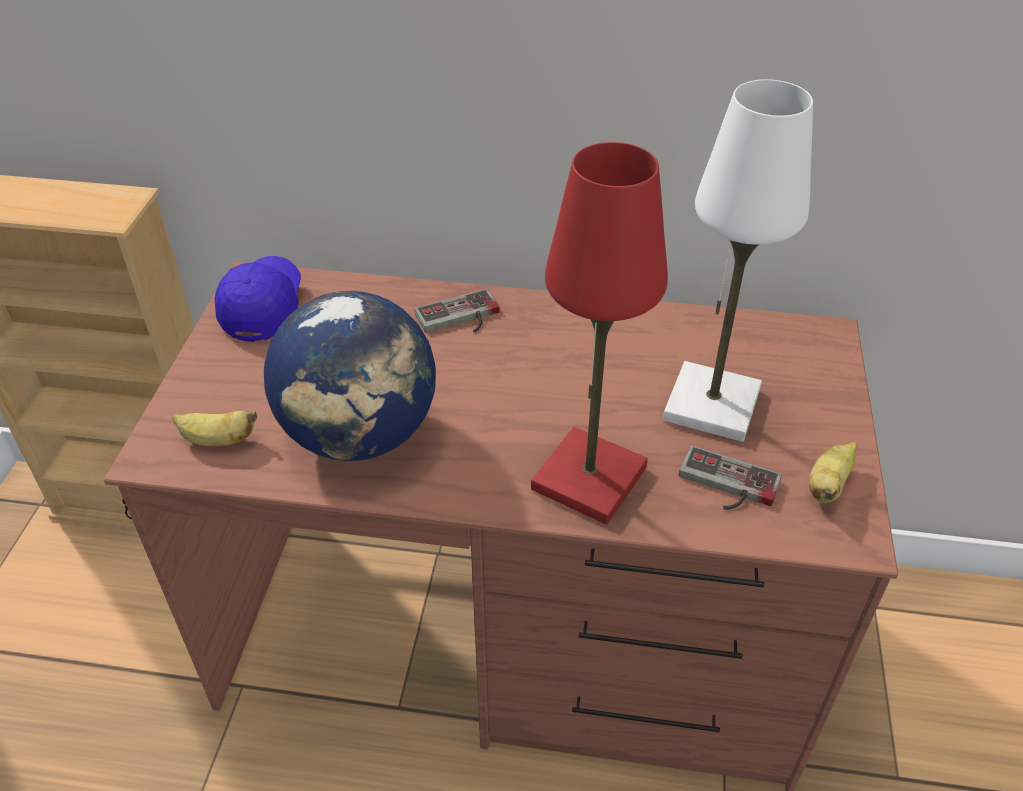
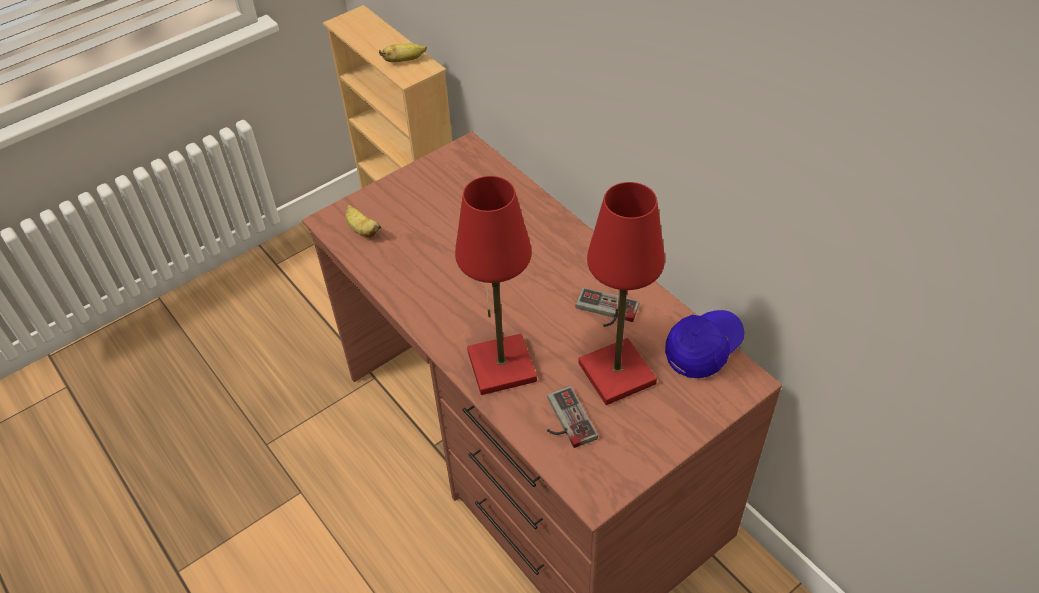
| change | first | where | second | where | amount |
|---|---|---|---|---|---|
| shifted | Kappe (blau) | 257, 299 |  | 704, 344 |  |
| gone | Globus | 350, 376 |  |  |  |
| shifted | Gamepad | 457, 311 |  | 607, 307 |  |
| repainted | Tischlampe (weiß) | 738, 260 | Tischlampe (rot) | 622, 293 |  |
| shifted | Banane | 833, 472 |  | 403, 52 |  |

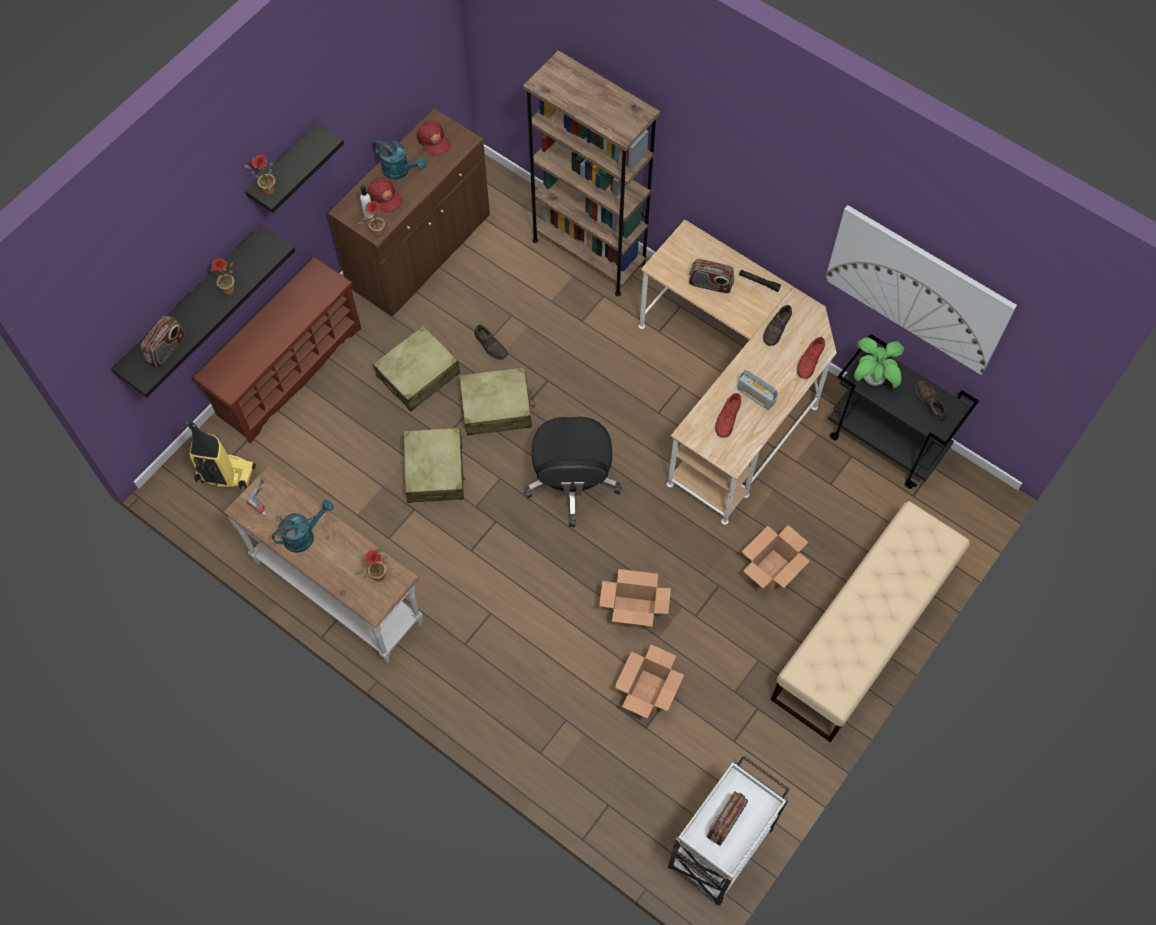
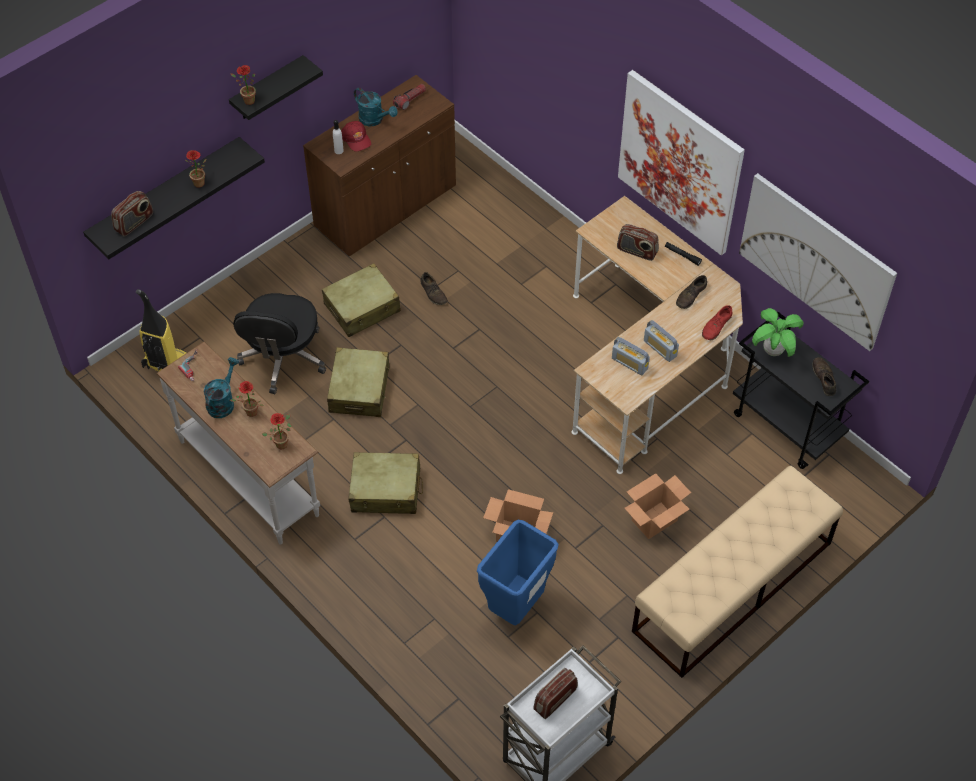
| change | first | where | second | where | amount |
|---|---|---|---|---|---|
| gone | Schuhregal (braun) | 276, 350 |  |  |  |
| rotated | Gießkanne (türkis) | 303, 526 |  | 221, 387 | 45 degrees counterclockwise |
| shifted | Topfpflanze | 375, 219 |  | 247, 399 |  |
| swapped | Kappe (rot) | 433, 138 | Taschenlampe | 409, 97 |  |
| shifted | Koffer (beige) | 497, 401 |  | 386, 483 |  |
| gone | Bücherregal (braun) | 591, 173 |  |  |  |
| shifted | Bürostuhl (schwarz) | 572, 472 |  | 279, 343 |  |
| swapped | Karton | 649, 682 | Mülleimer (blau) | 517, 572 |  |
| swapped | Schuh (rot) | 728, 415 | Radio | 631, 356 |  |
| new |  |  | Bild | 681, 163 |  |

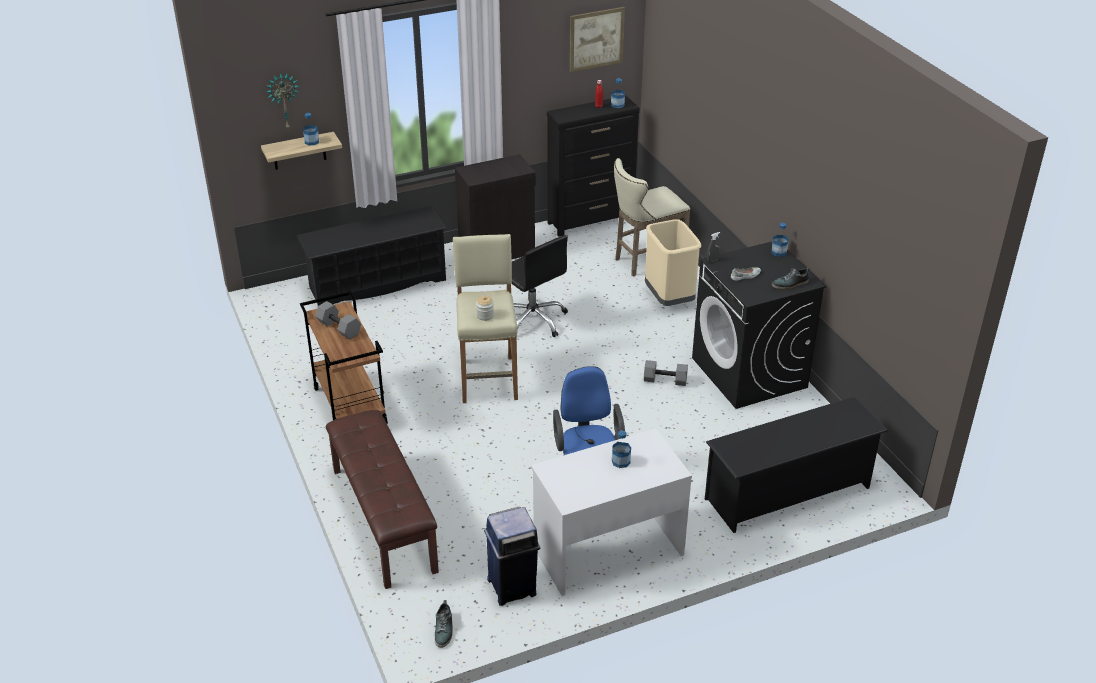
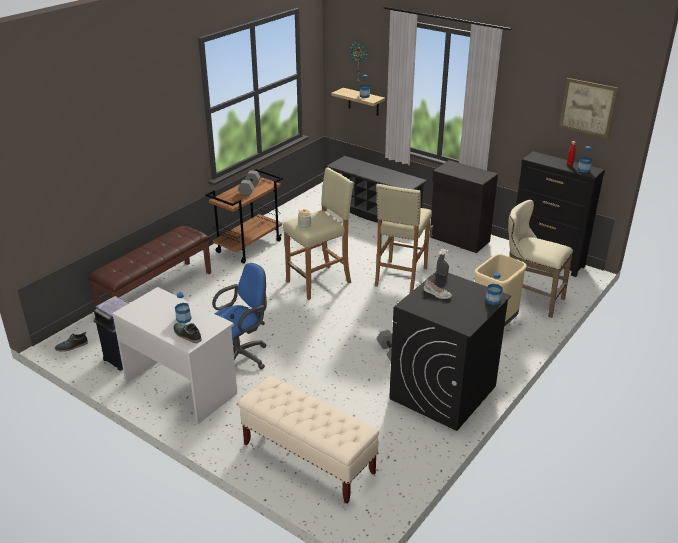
| change | first | where | second | where | amount |
|---|---|---|---|---|---|
| swapped | Bürostuhl (schwarz) | 540, 286 | Hocker (beige) | 403, 238 |  |
| swapped | Schuhregal (schwarz) | 796, 465 | Bank (beige) | 308, 439 |  |
| shifted | Schuh | 791, 278 |  | 187, 333 |  |

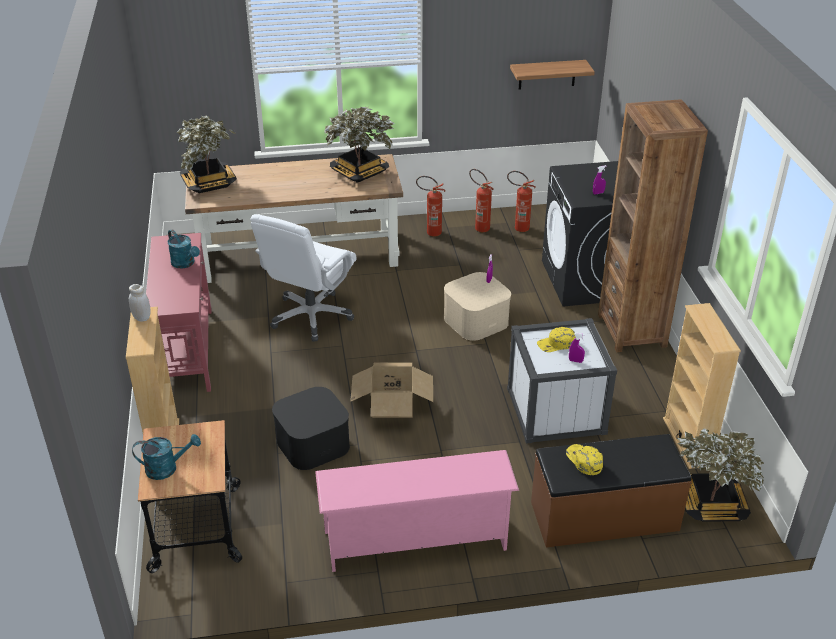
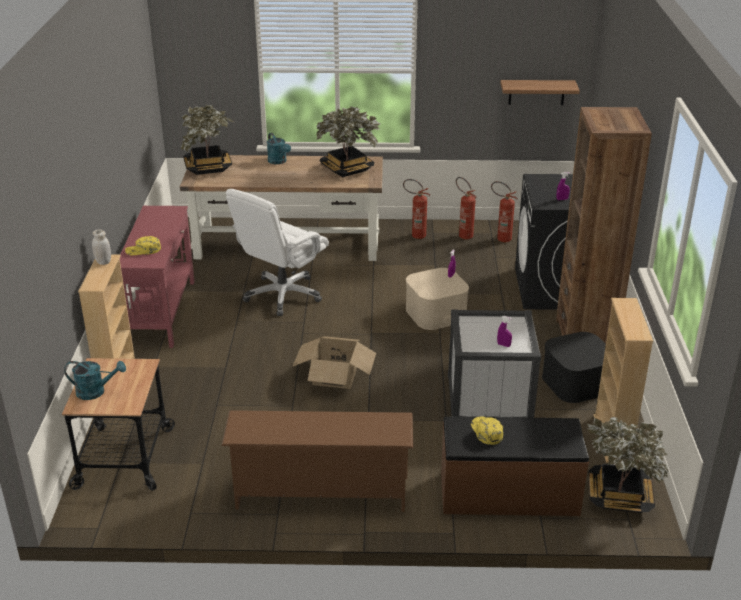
| change | first | where | second | where | amount |
|---|---|---|---|---|---|
| shifted | Gießkanne (türkis) | 183, 248 |  | 279, 148 |  |
| shifted | Aufbewahrungsbox (schwarz) | 311, 428 |  | 574, 367 |  |
| repainted | Schuhregal (rosa) | 417, 511 | Schuhregal (braun) | 317, 461 |  |
| shifted | Kappe (gelb) | 556, 339 |  | 143, 245 |  |

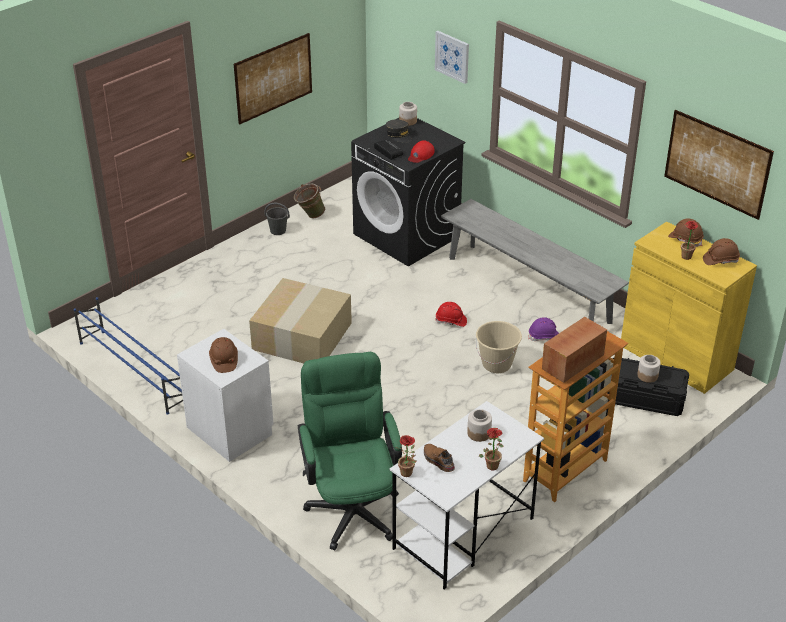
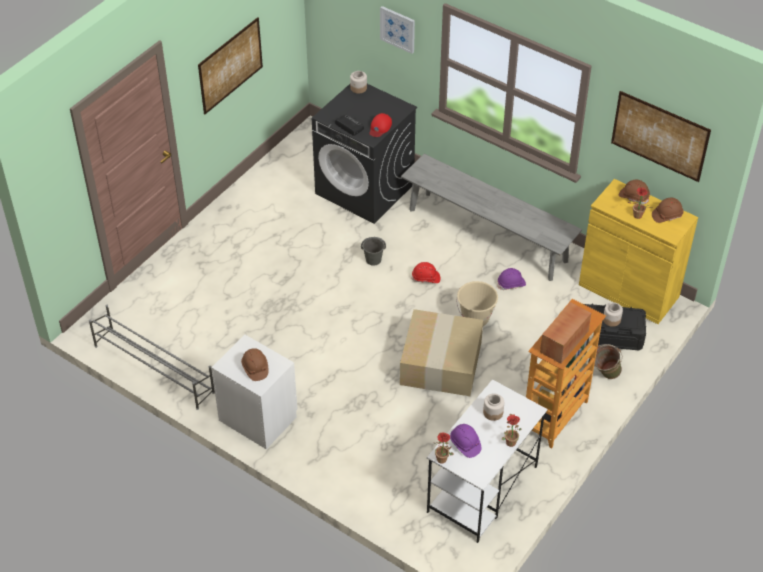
| change | first | where | second | where | amount |
|---|---|---|---|---|---|
| repainted | Schuhregal (blau) | 128, 356 | Schuhregal (grau) | 152, 357 |  |
| shifted | Karton | 300, 320 |  | 441, 352 |  |
| shifted | Eimer (grau) | 277, 219 |  | 373, 251 |  |
| shifted | Eimer (grün) | 309, 201 |  | 608, 361 |  |
| gone | Bürostuhl (grün) | 350, 451 |  |  |  |
| gone | Kappe (grau) | 399, 131 |  |  |  |
| swapped | Schuh (braun) | 439, 458 | Schutzhelm (lila) | 466, 441 |  |

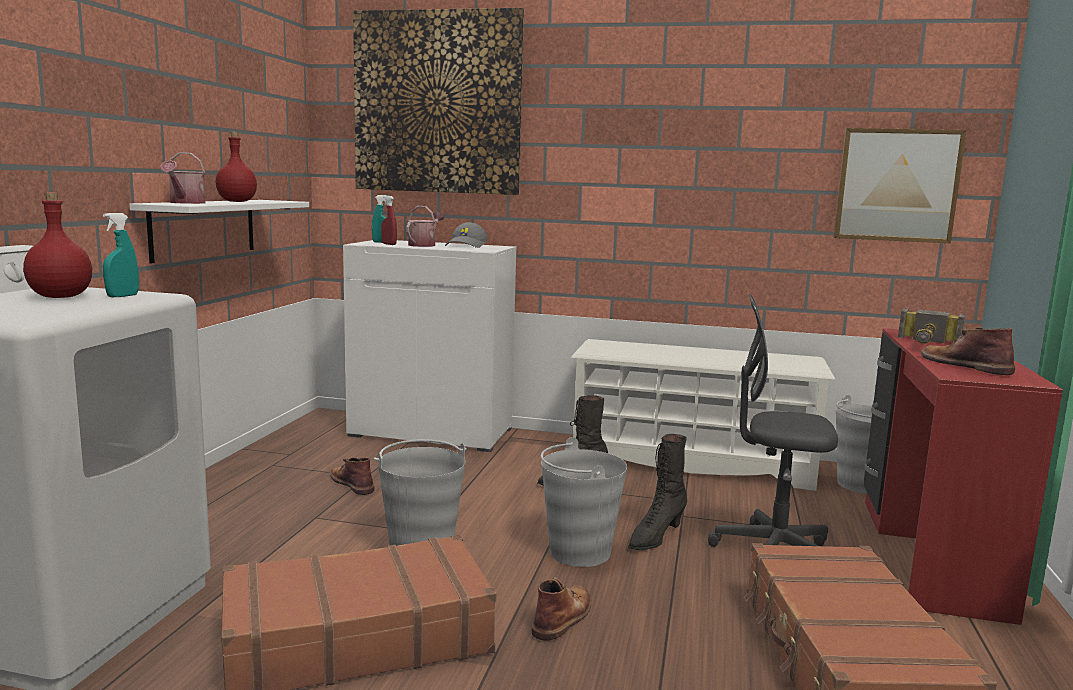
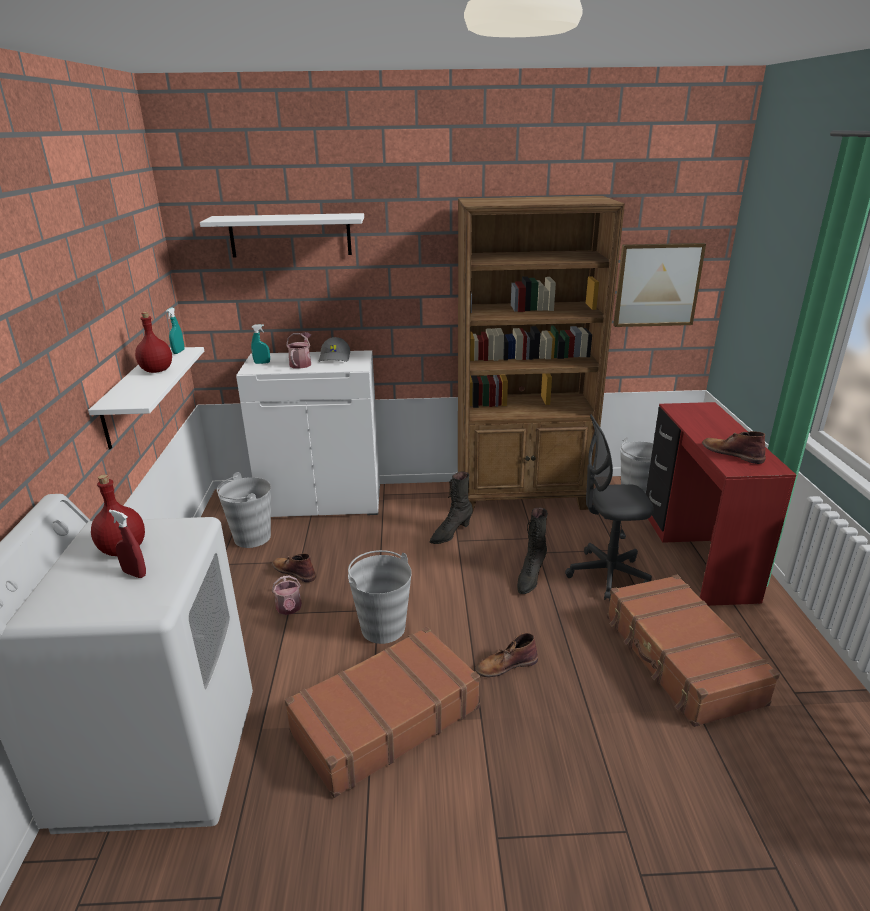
| change | first | where | second | where | amount |
|---|---|---|---|---|---|
| shifted | Sprühflasche (türkis) | 120, 255 |  | 175, 330 |  |
| shifted | Gießkanne | 182, 178 |  | 287, 595 |  |
| swapped | Bild | 438, 101 | Wandregal (weiß) | 282, 235 |  |
| shifted | Sprühflasche (rot) | 389, 220 |  | 127, 544 |  |
| rotated | Stiefel (braun) | 561, 609 |  | 506, 655 | 120 degrees counterclockwise |
| shifted | Eimer (grau) | 584, 502 |  | 244, 510 |  |
| swapped | Schuhregal (weiß) | 703, 415 | Bücherregal (braun) | 541, 353 |  |
| gone | Hammer | 931, 326 |  |  |  |

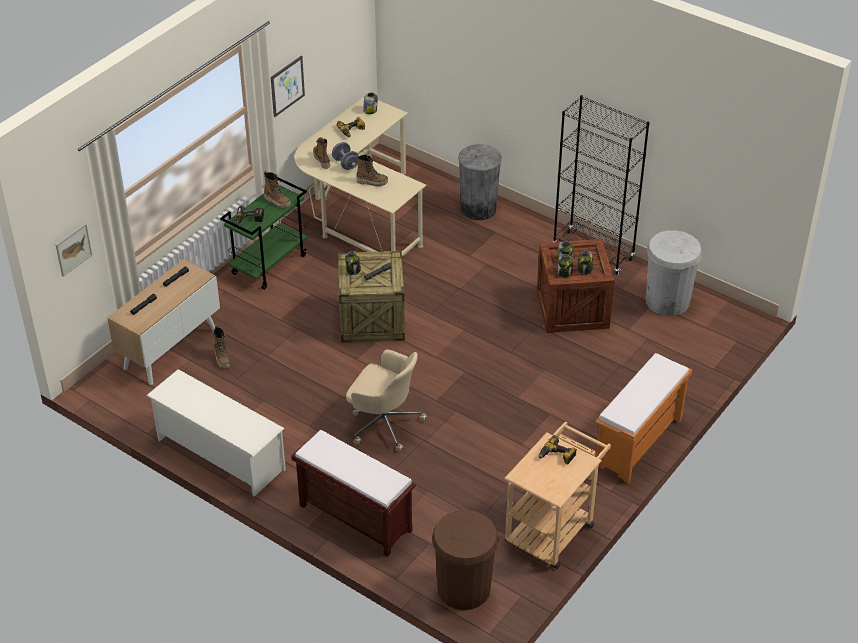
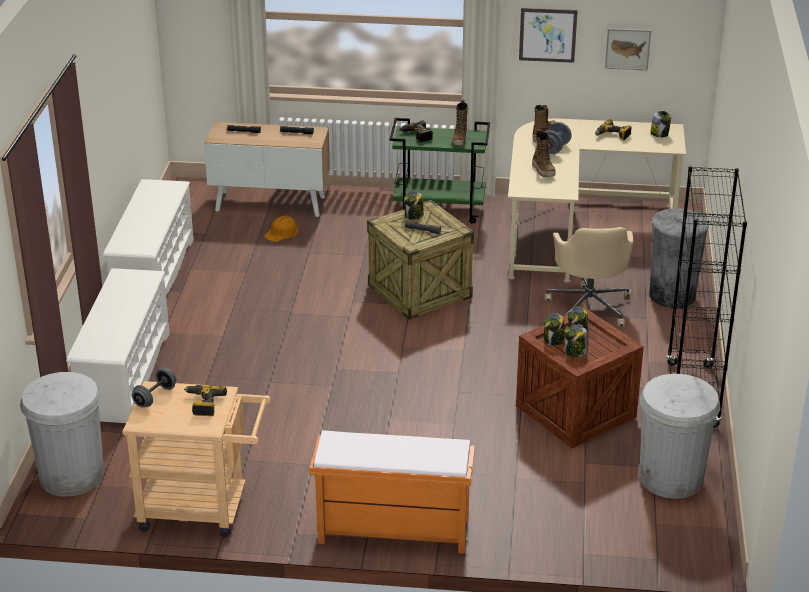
| change | first | where | second | where | amount |
|---|---|---|---|---|---|
| shifted | Bild | 74, 250 |  | 628, 49 |  |
| swapped | Stiefel | 222, 347 | Schutzhelm (orange) | 281, 228 |  |
| swapped | Bank (braun) | 353, 493 | Schuhregal (weiß) | 118, 345 |  |
| shifted | Bürostuhl (beige) | 386, 401 |  | 589, 276 |  |
| repainted | Mülleimer (braun) | 465, 560 | Mülleimer (weiß) | 62, 434 |  |
| new |  |  | Hantel (grau) | 154, 388 |  |

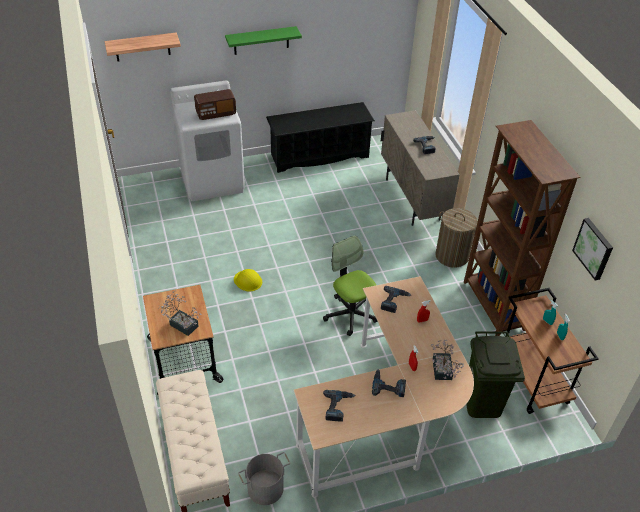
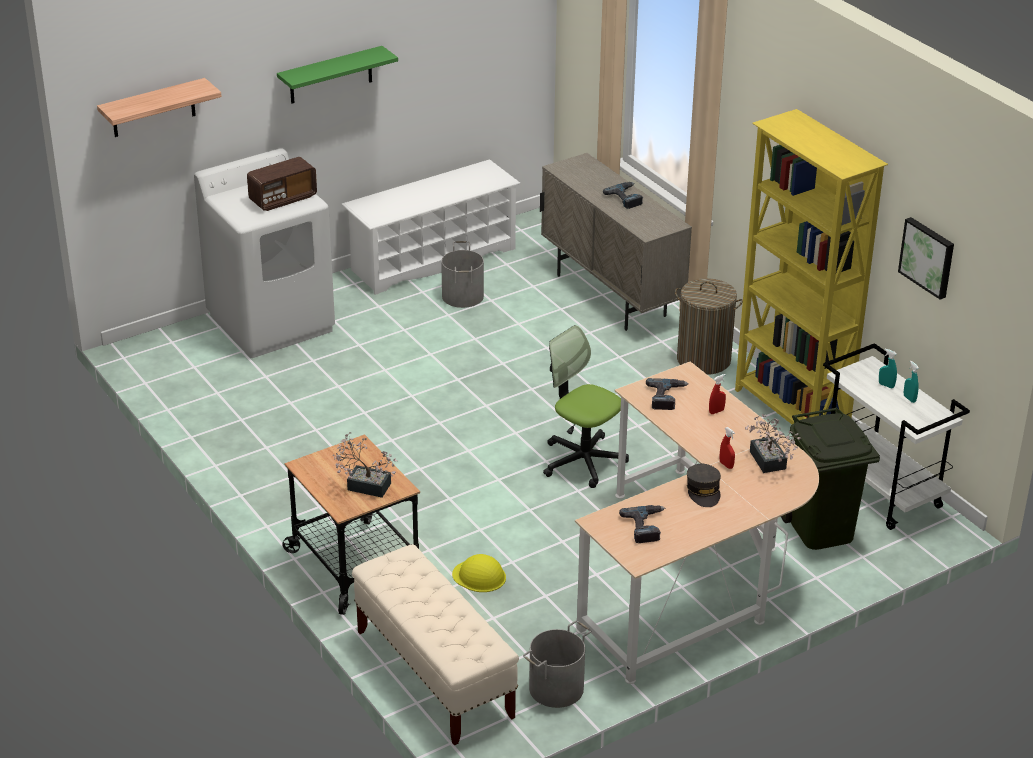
| change | first | where | second | where | amount |
|---|---|---|---|---|---|
| shifted | Schutzhelm (gelb) | 248, 280 |  | 479, 573 |  |
| repainted | Schuhregal (schwarz) | 320, 137 | Schuhregal (weiß) | 430, 227 |  |
| swapped | Bohrmaschine | 389, 383 | Kappe (grau) | 704, 485 |  |
| repainted | Bücherregal (braun) | 522, 228 | Bücherregal (gelb) | 811, 266 |  |
| repainted | Rollwagen (braun) | 551, 351 | Rollwagen (weiß) | 896, 436 |  |
| new |  |  | Eimer (grau) | 462, 274 |  |

